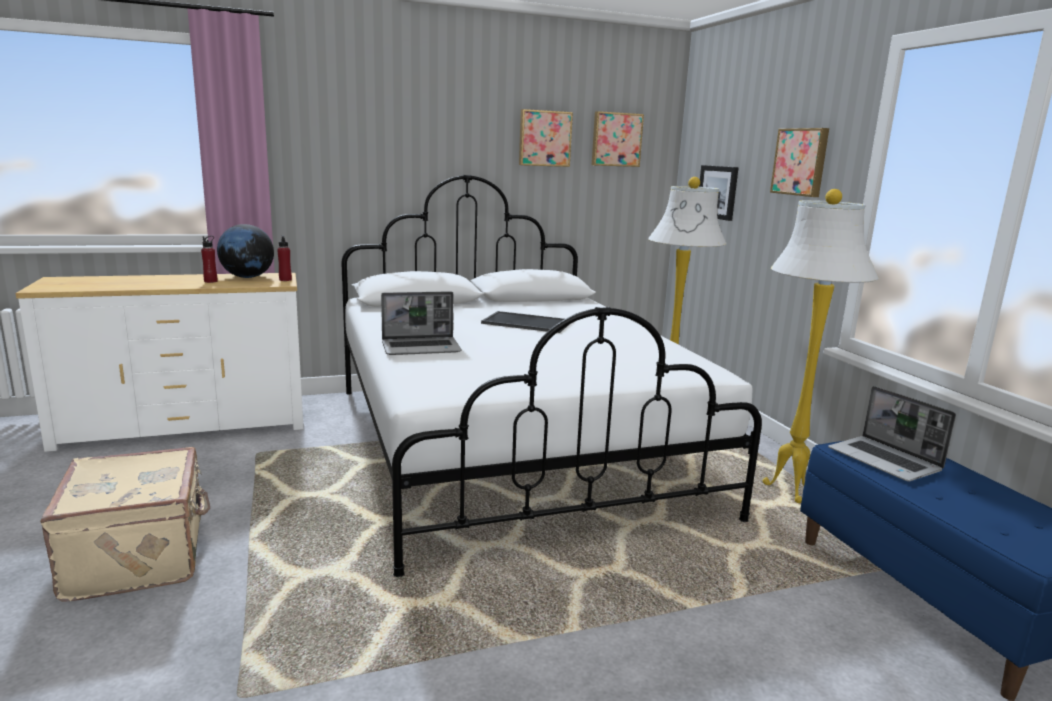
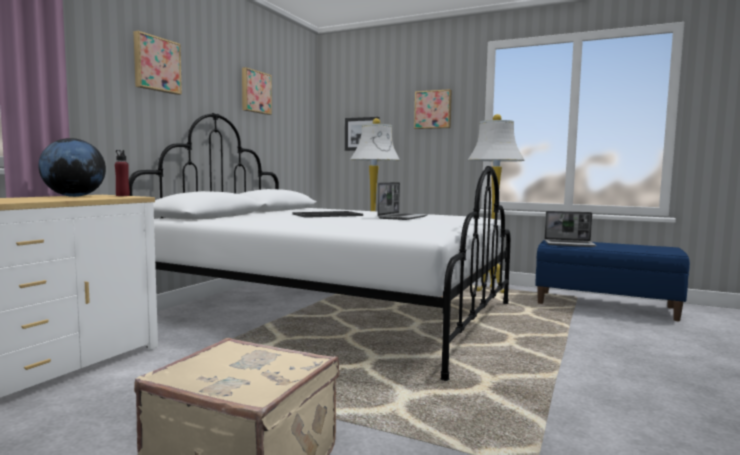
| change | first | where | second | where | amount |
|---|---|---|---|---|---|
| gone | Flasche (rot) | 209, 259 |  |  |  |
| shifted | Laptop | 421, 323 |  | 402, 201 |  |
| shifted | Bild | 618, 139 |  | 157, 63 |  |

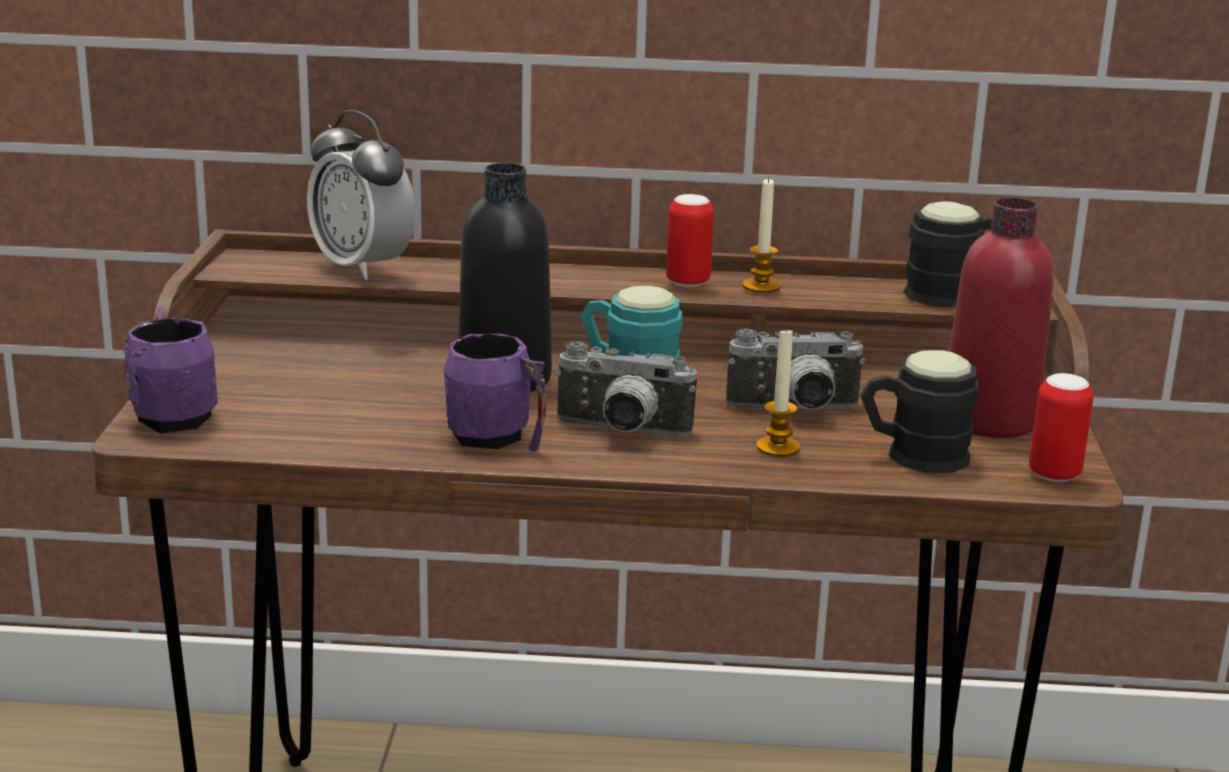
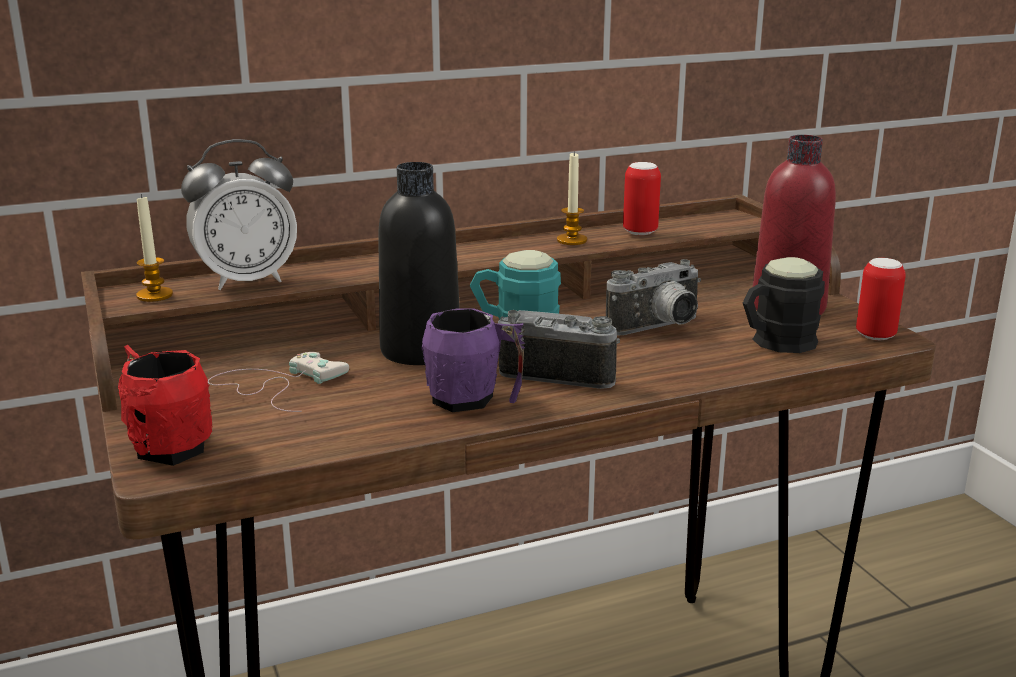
| change | first | where | second | where | amount |
|---|---|---|---|---|---|
| repainted | Henkelbecher (lila) | 170, 370 | Henkelbecher (rot) | 165, 405 |  |
| rotated | Wecker | 361, 195 |  | 239, 214 | 45 degrees counterclockwise |
| rotated | Kamera | 626, 389 |  | 559, 349 | 150 degrees counterclockwise |
| shifted | Dose | 690, 240 |  | 642, 198 |  |
| shifted | Kerze | 778, 392 |  | 154, 248 |  |
| gone | Henkelbecher (schwarz) | 947, 254 |  |  |  |
| new |  |  | Gamepad (weiß) | 278, 382 |  |

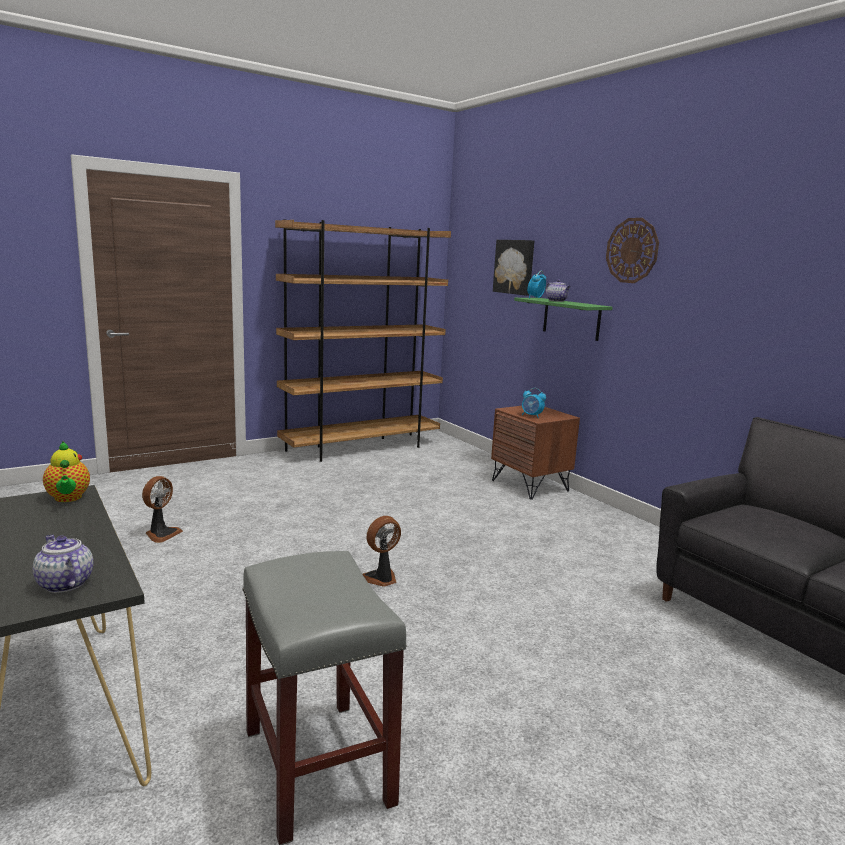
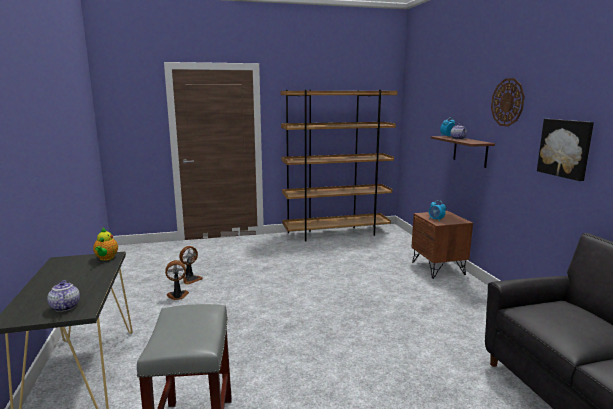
| change | first | where | second | where | amount |
|---|---|---|---|---|---|
| shifted | Ventilator | 382, 551 |  | 177, 280 |  |
| shifted | Bild | 513, 268 |  | 565, 150 |  |
| repainted | Wandregal (grün) | 563, 319 | Wandregal (braun) | 463, 152 |  |

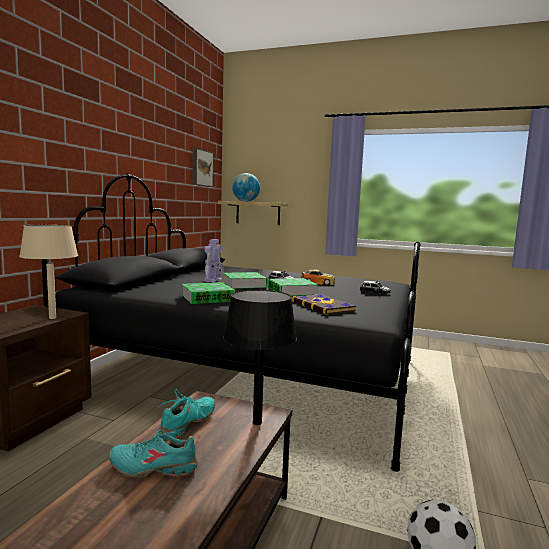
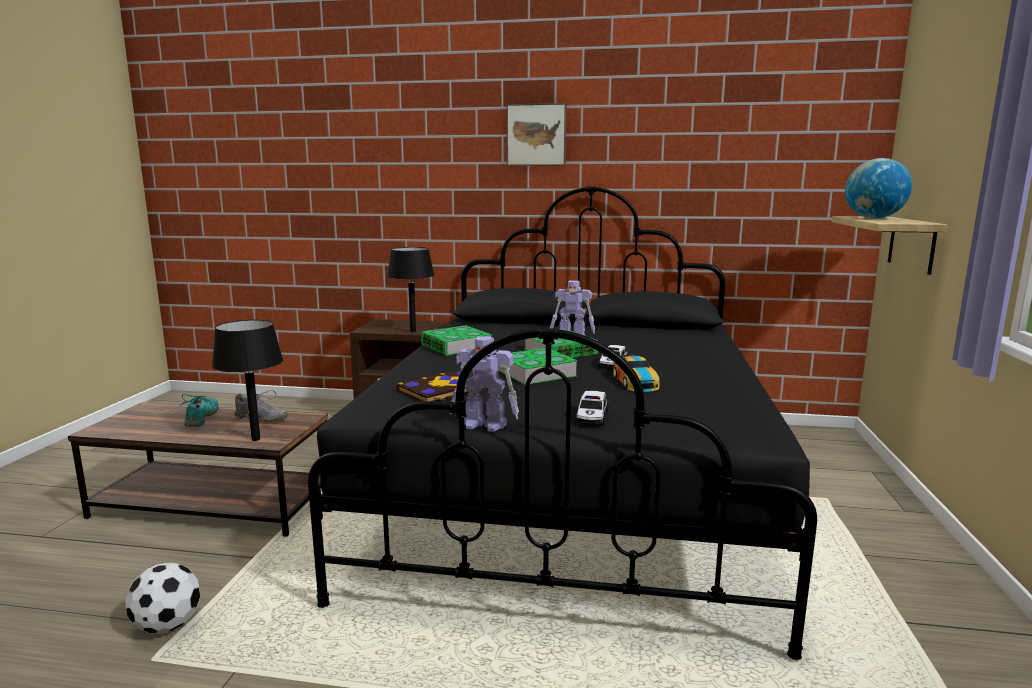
| change | first | where | second | where | amount |
|---|---|---|---|---|---|
| repainted | Tischlampe (beige) | 48, 272 | Tischlampe (schwarz) | 410, 289 |  |
| repainted | Schuh (türkis) | 186, 413 | Schuh (grau) | 261, 406 |  |
| shifted | Bild | 203, 167 |  | 537, 134 |  |
| new |  |  | Spielzeugroboter | 484, 384 |  |

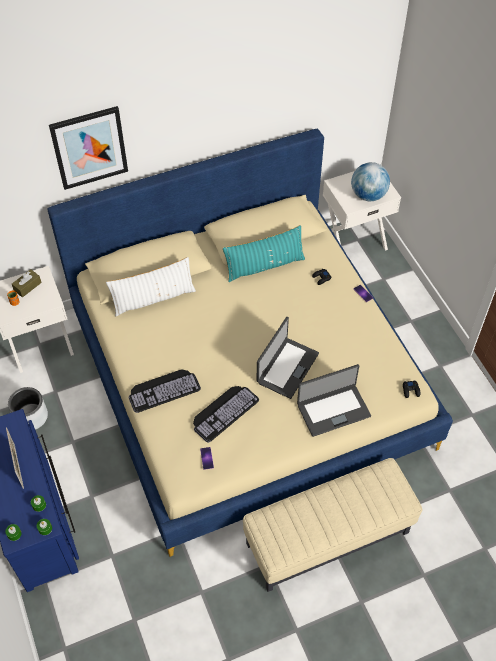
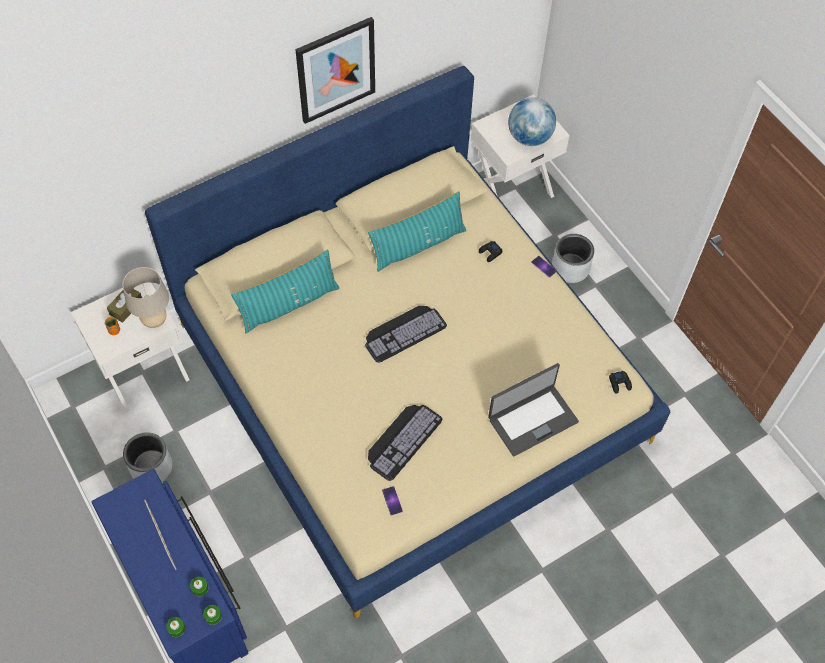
| change | first | where | second | where | amount |
|---|---|---|---|---|---|
| shifted | Bild | 88, 148 |  | 335, 70 |  |
| repainted | Kissen (weiß) | 151, 286 | Kissen (türkis) | 285, 291 |  |
| shifted | Tastatur | 165, 391 |  | 406, 334 |  |
| gone | Polsterhocker (beige) | 333, 525 |  |  |  |
| gone | Laptop | 288, 358 |  |  |  |
| new |  |  | Tischlampe (beige) | 145, 297 |  |
| new |  |  | Pflanzkübel (grau) | 573, 258 |  |

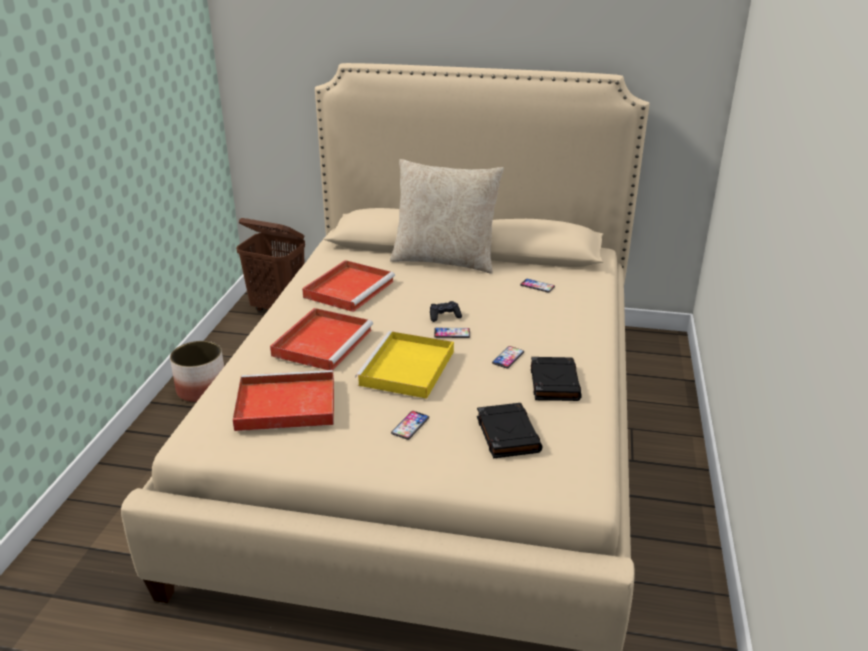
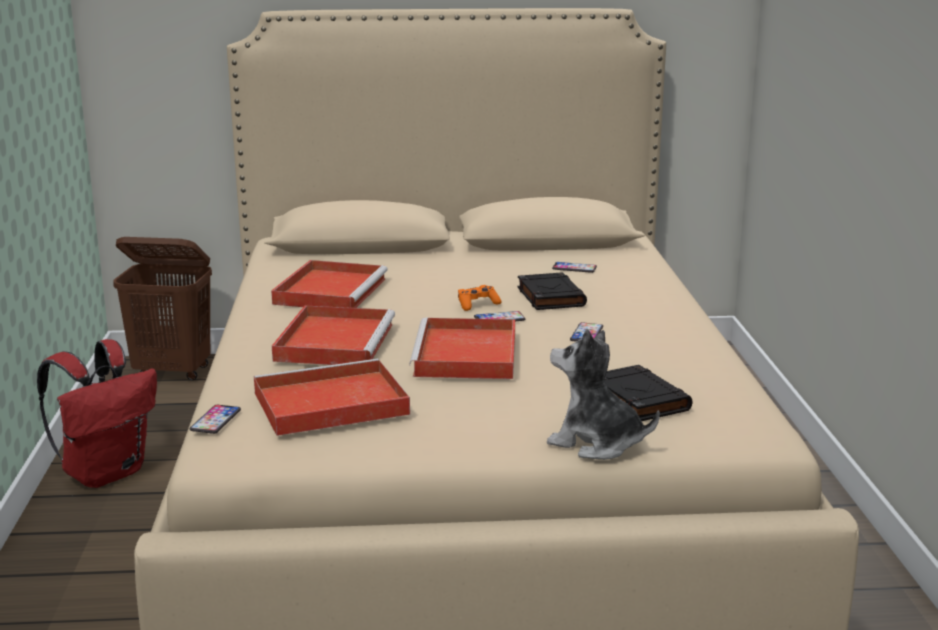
| change | first | where | second | where | amount |
|---|---|---|---|---|---|
| swapped | Pflanzkübel | 197, 371 | Rucksack (rot) | 97, 413 |  |
| repainted | Tablett (gelb) | 404, 365 | Tablett (rot) | 462, 348 |  |
| gone | Kissen (beige) | 447, 216 |  |  |  |
| shifted | Handy | 410, 425 |  | 215, 419 |  |
| repainted | Gamepad (schwarz) | 446, 311 | Gamepad (orange) | 480, 298 |  |
| shifted | Buch (schwarz) | 556, 379 |  | 552, 291 |  |
| new |  |  | Plüschtier | 603, 394 |  |

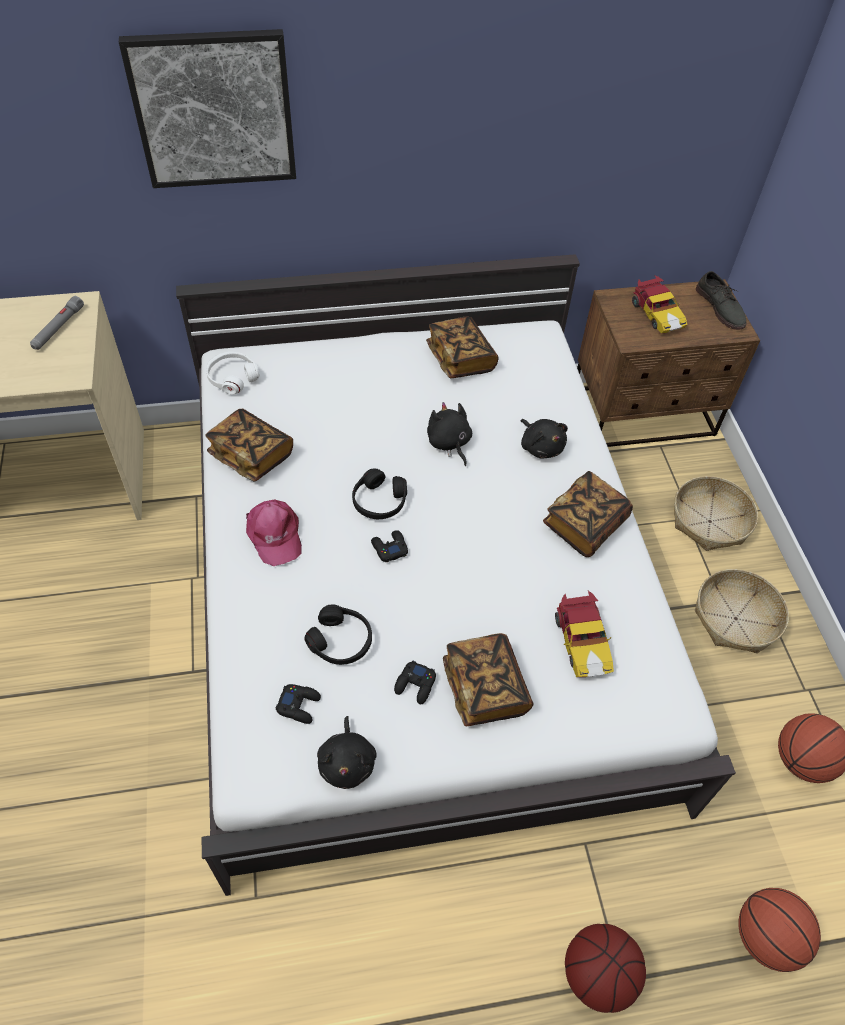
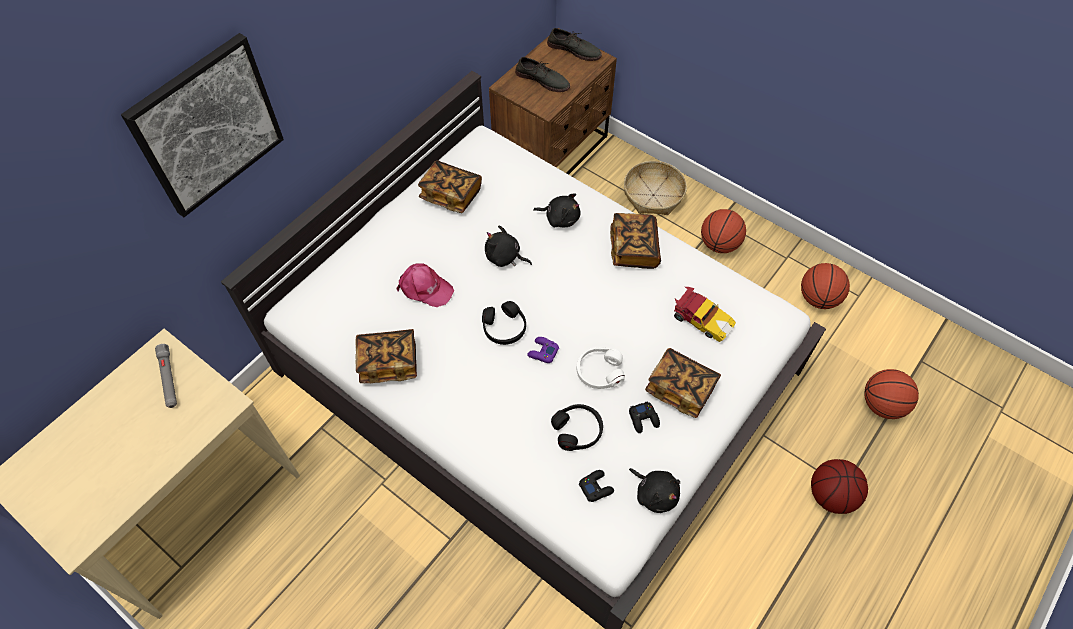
| change | first | where | second | where | amount |
|---|---|---|---|---|---|
| shifted | Kopfhörer (weiß) | 233, 373 |  | 601, 368 |  |
| shifted | Kappe (rosa) | 274, 532 |  | 425, 285 |  |
| repainted | Gamepad (schwarz) | 389, 546 | Gamepad (lila) | 543, 350 |  |
| swapped | Spielzeugauto | 660, 304 | Schuh (grau) | 542, 74 |  |
| swapped | Korb | 742, 611 | Basketball | 723, 231 |  |

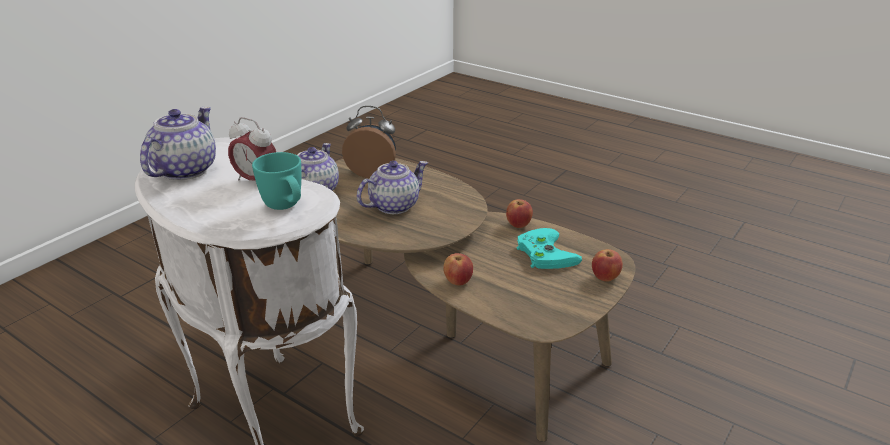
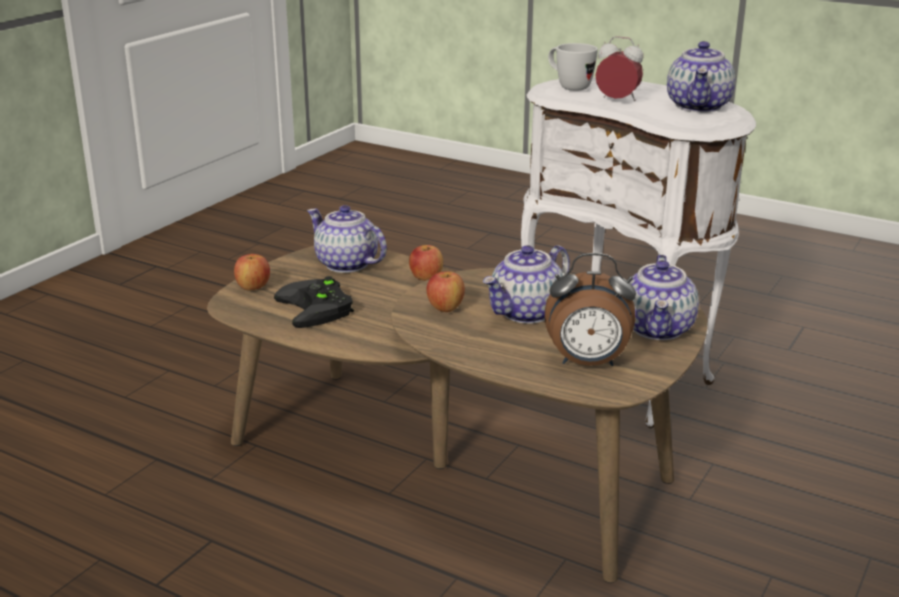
| change | first | where | second | where | amount |
|---|---|---|---|---|---|
| repainted | Henkelbecher (türkis) | 276, 181 | Henkelbecher (weiß) | 573, 67 |  |
| shifted | Apfel | 519, 213 |  | 446, 291 |  |
| repainted | Gamepad (türkis) | 549, 248 | Gamepad (schwarz) | 314, 302 |  |
| new |  |  | Teekanne | 347, 239 |  |

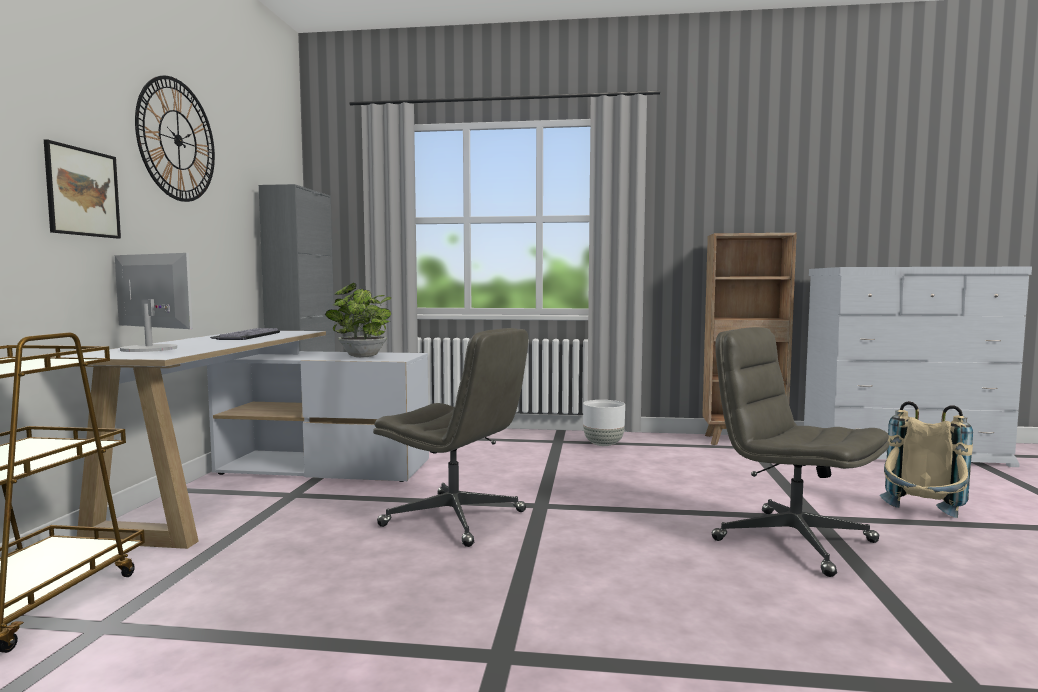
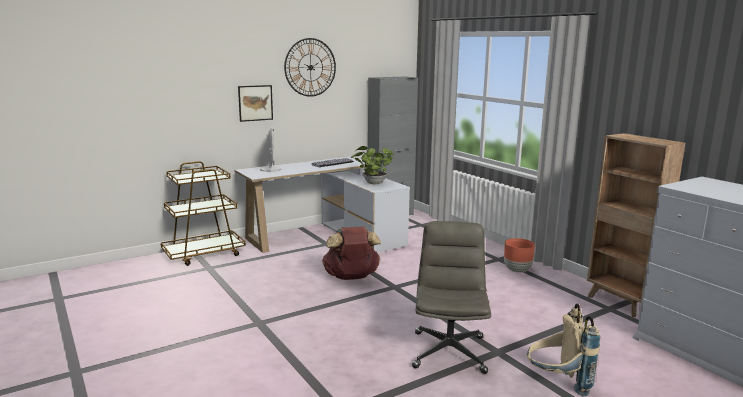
| change | first | where | second | where | amount |
|---|---|---|---|---|---|
| swapped | Bürostuhl (grau) | 450, 437 | Rucksack (braun) | 351, 253 |  |
| repainted | Pflanzkübel (weiß) | 604, 423 | Pflanzkübel (braun) | 519, 255 |  |

